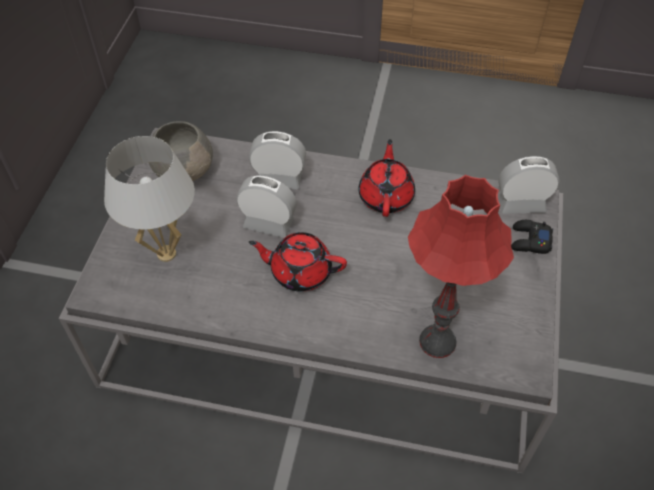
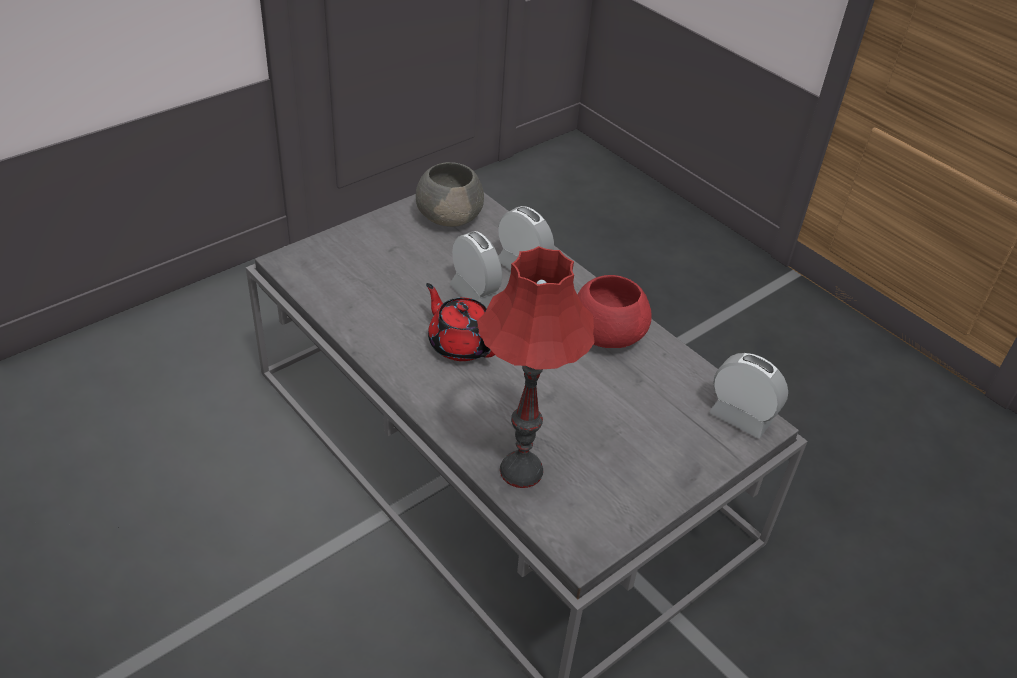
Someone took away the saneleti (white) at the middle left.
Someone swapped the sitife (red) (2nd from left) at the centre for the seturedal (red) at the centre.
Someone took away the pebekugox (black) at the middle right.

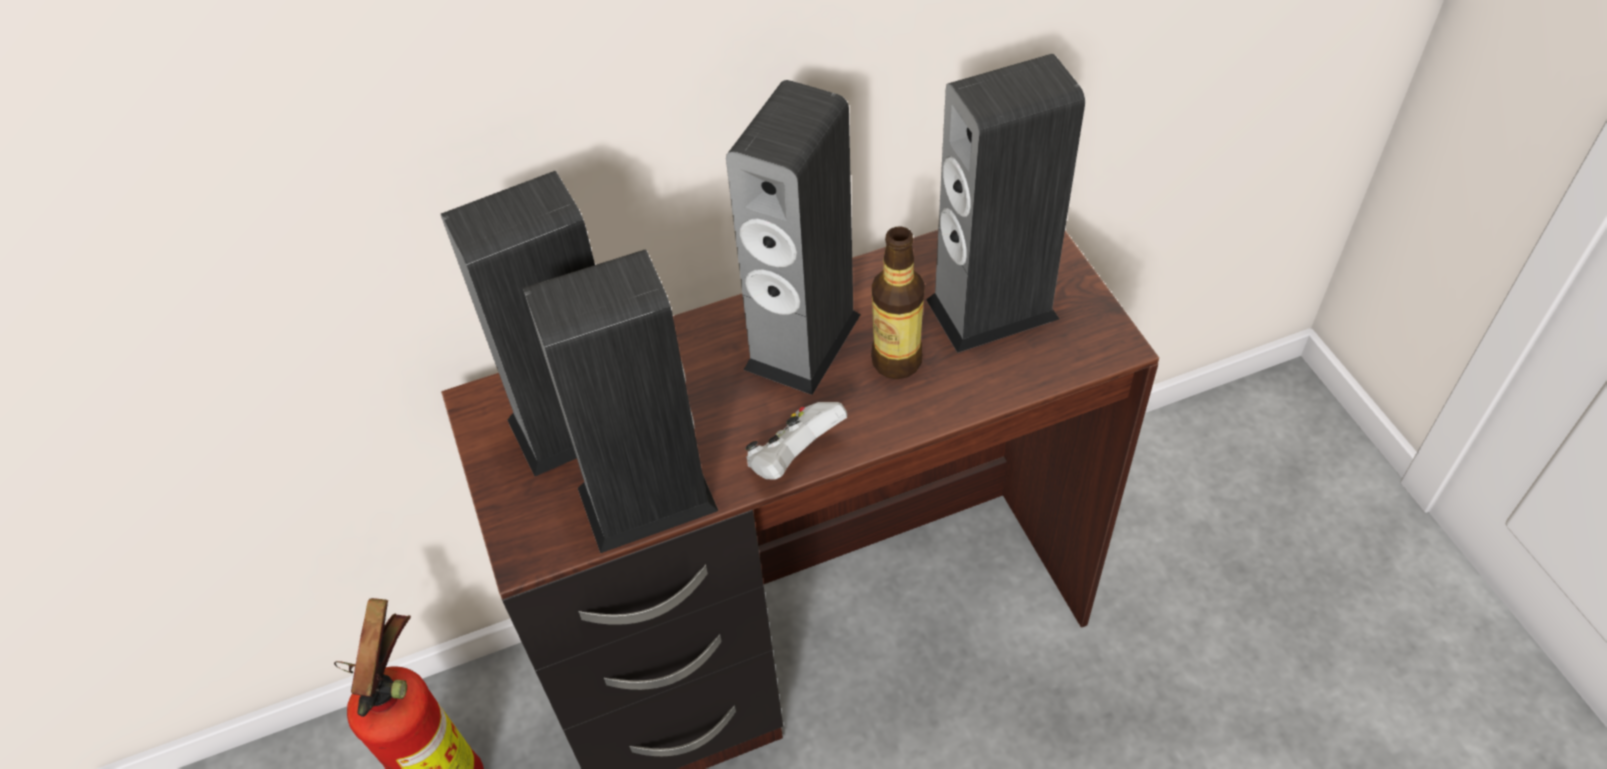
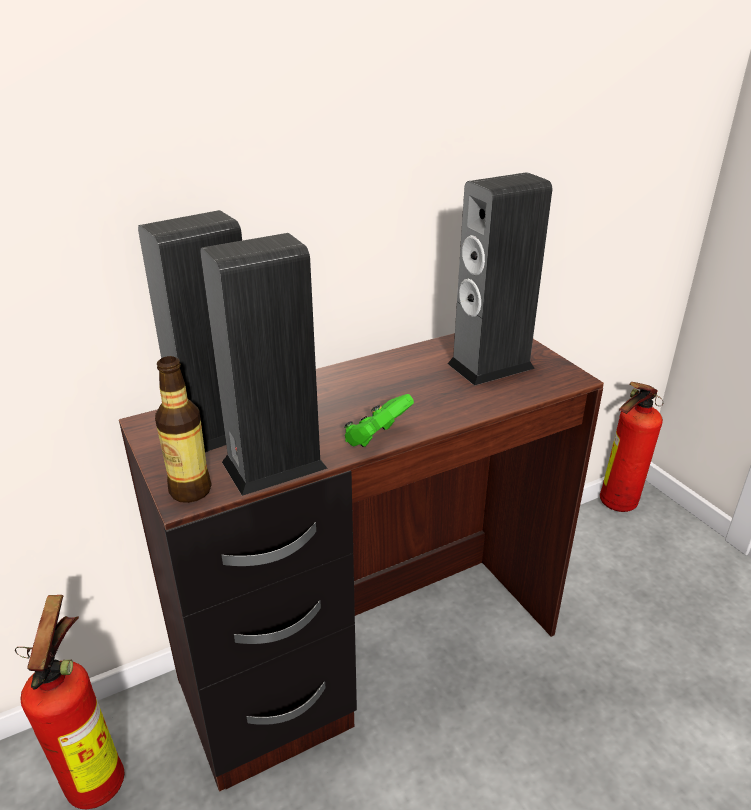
Someone took away the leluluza (3rd from left) at the top centre.
Someone carried the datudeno from the centre to the middle left.
Someone repainted the pebekugox (white) at the centre, which became the pebekugox (green) at the centre.
Someone put down the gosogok (2nd from left) at the middle right.

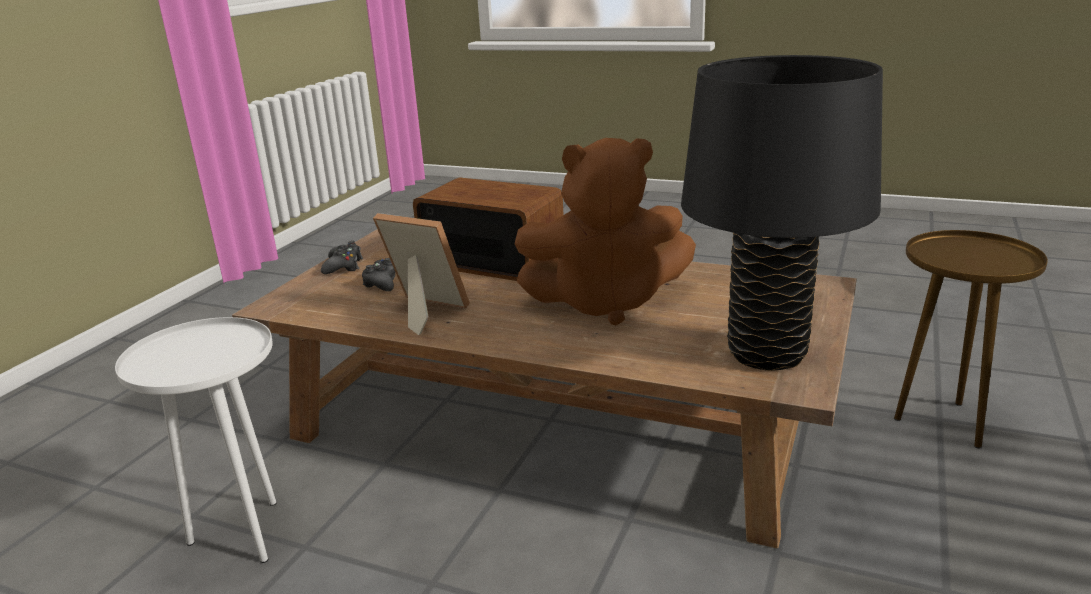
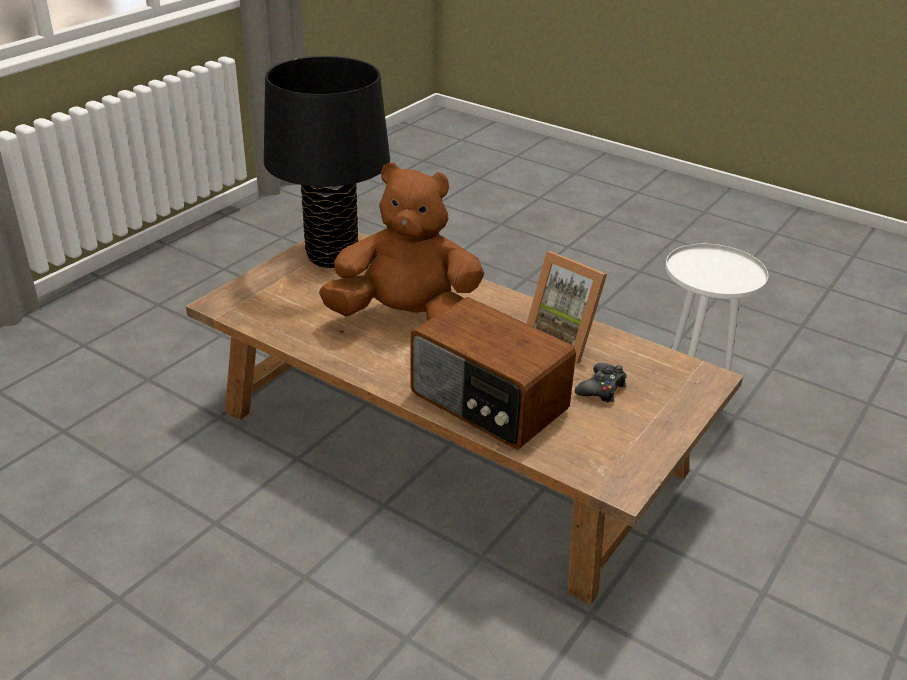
Someone took away the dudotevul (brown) at the middle right.
Someone took away the pebekugox (black) (1st from left) at the middle left.

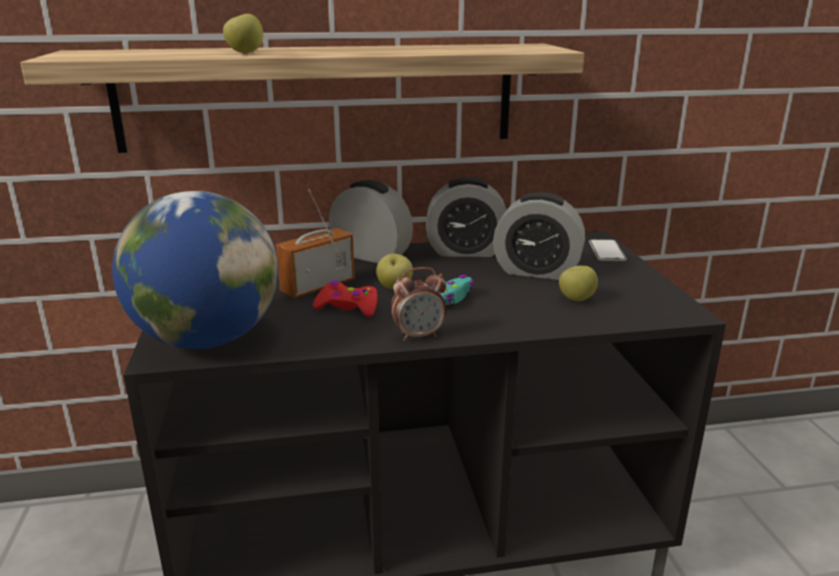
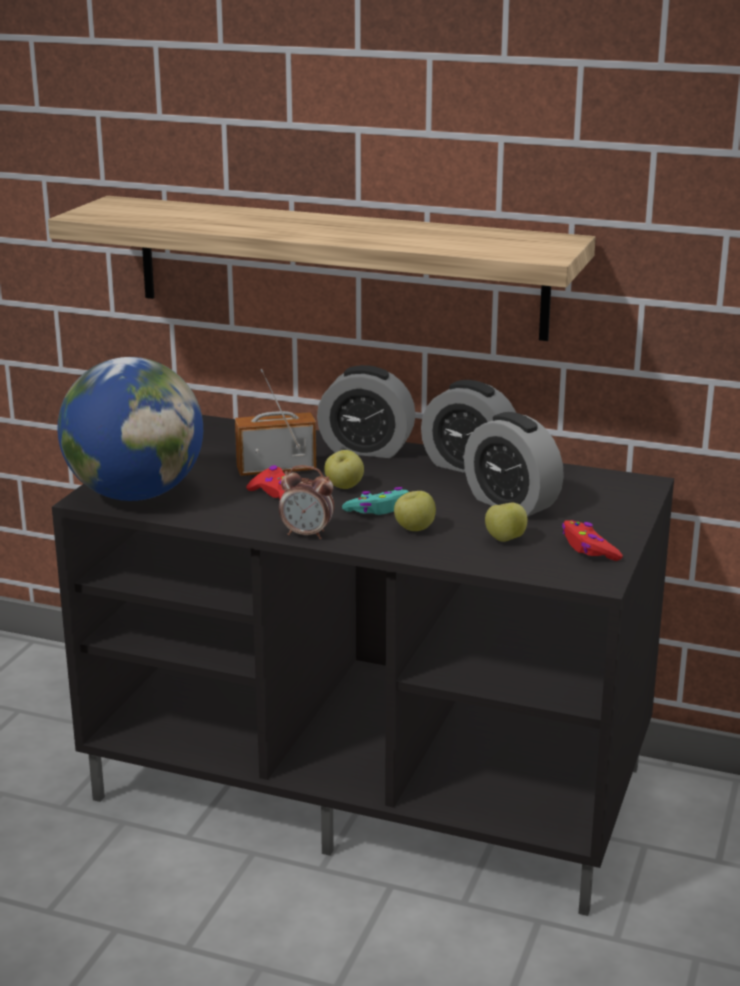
Someone carried the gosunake (1st from left in the first image) from the top left to the centre.
Someone rotated the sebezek (1st from left in the first image) at the centre by 135 degrees clockwise.
Someone took away the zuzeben at the middle right.
Someone put down the pebekugox (red) (2nd from left) at the middle right.

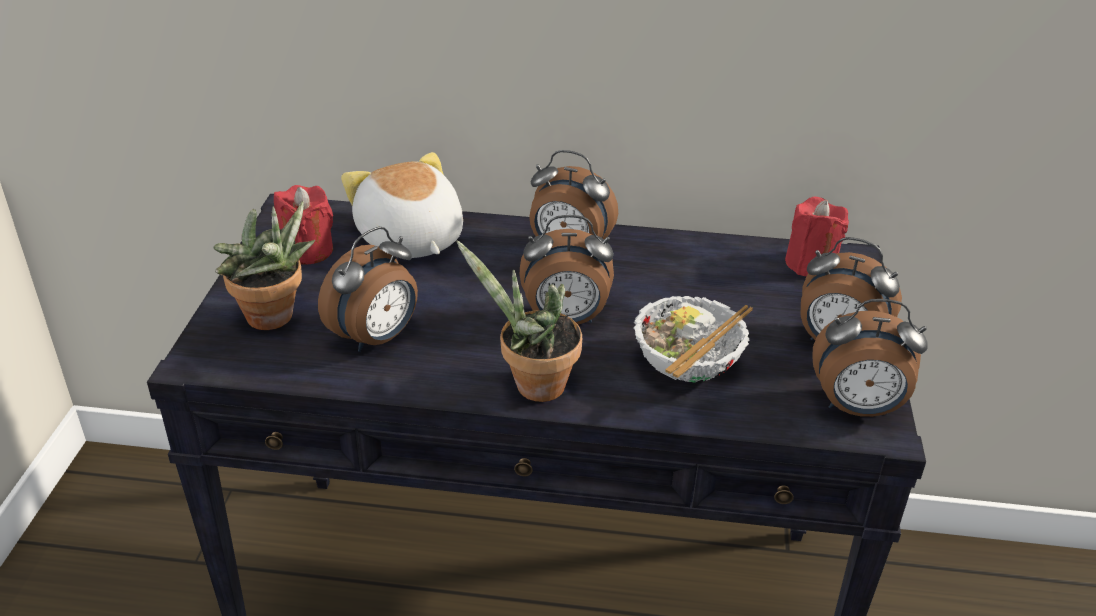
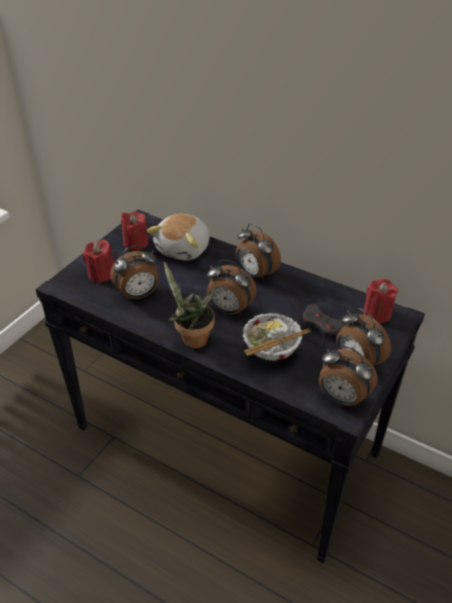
Someone rotated the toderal at the top centre by 150 degrees counterclockwise.
Someone swapped the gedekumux (1st from left) at the middle left for the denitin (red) (1st from left) at the middle left.
Someone put down the pebekugox (grey) at the middle right.

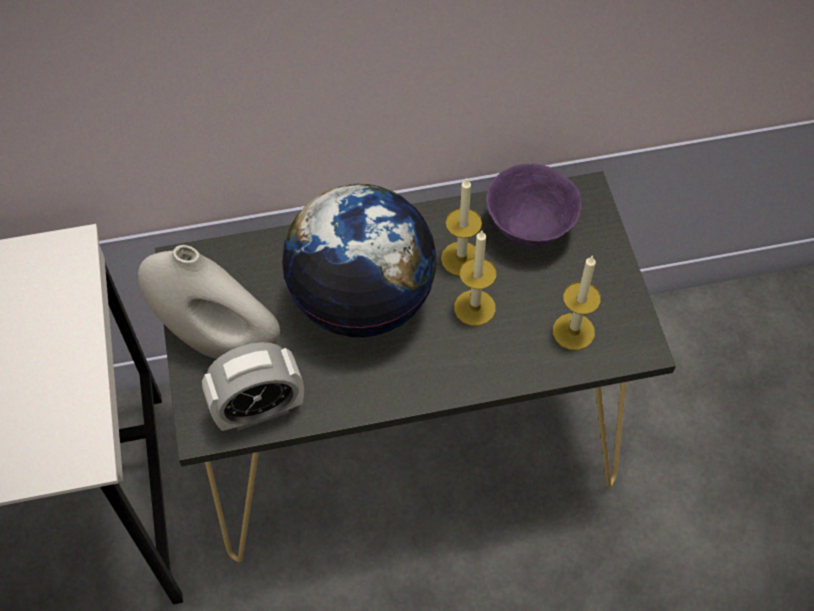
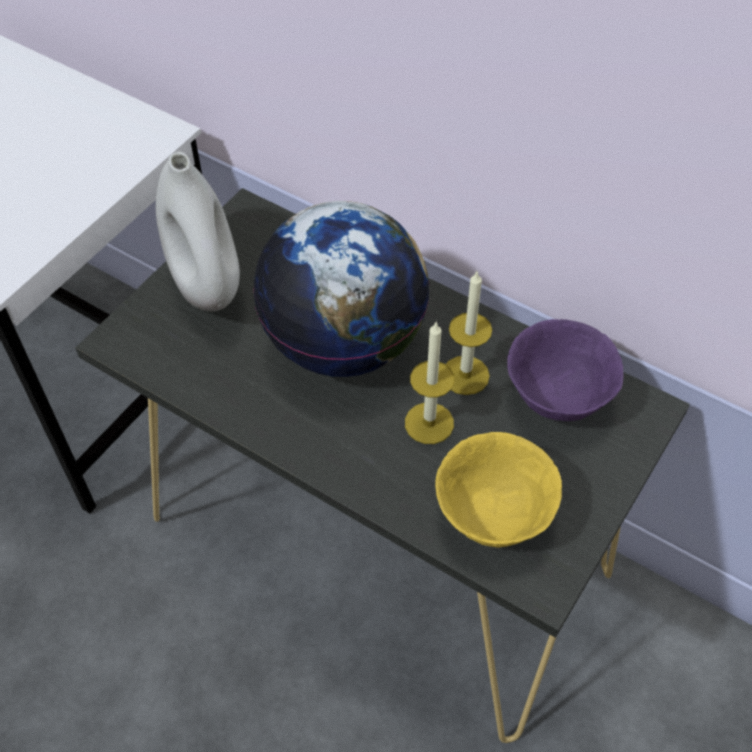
Someone swapped the denitin (3rd from left) at the middle right for the seturedal (yellow) at the centre.
Someone took away the sebezek at the middle left.

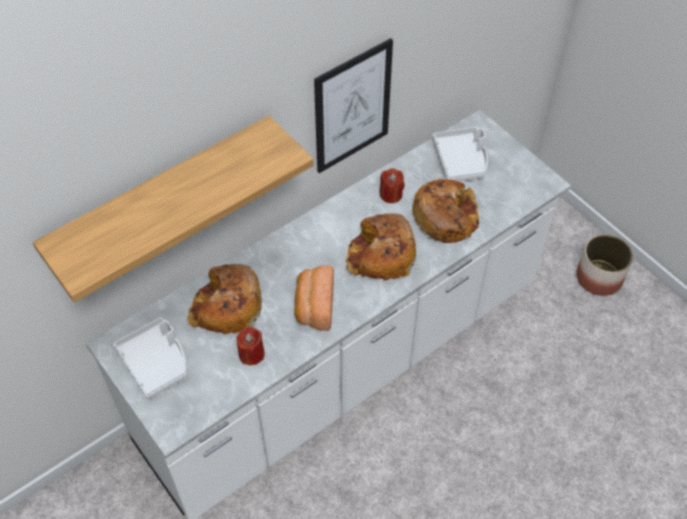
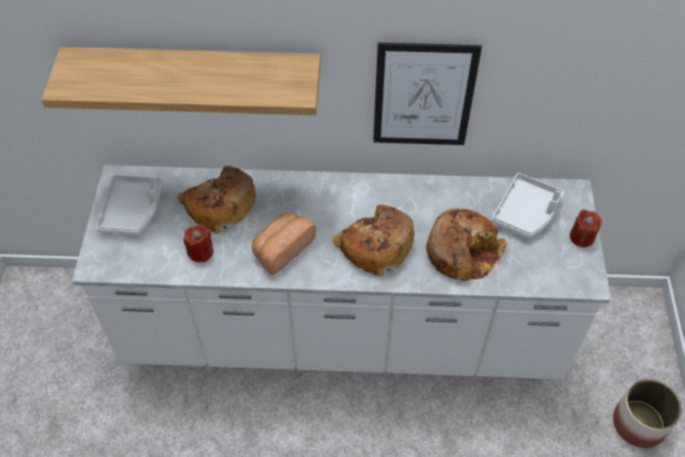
Someone carried the denitin (red) (2nd from left) from the centre to the middle right.

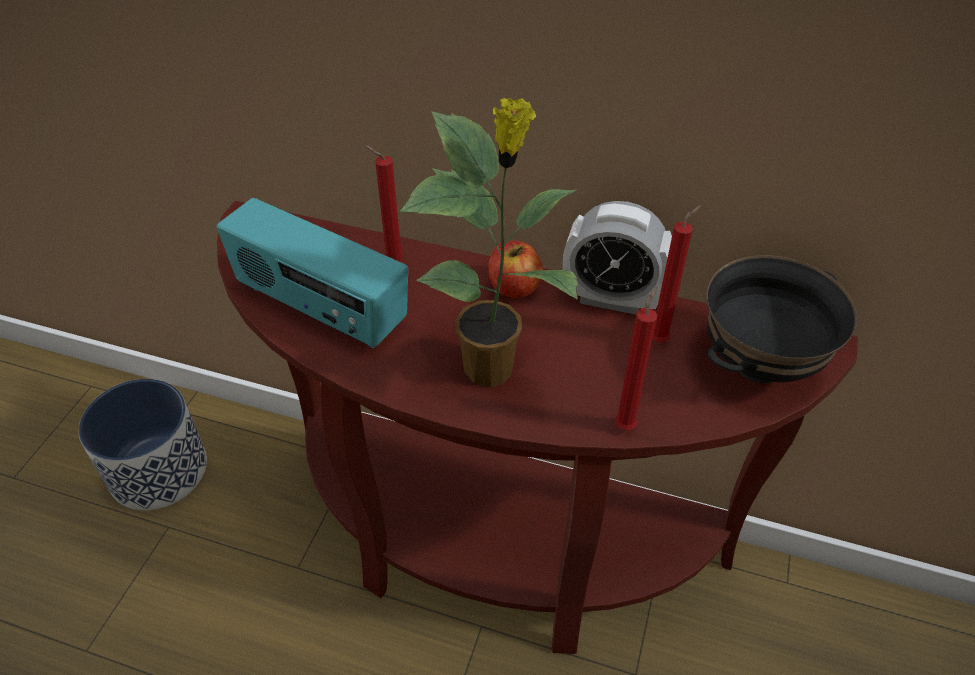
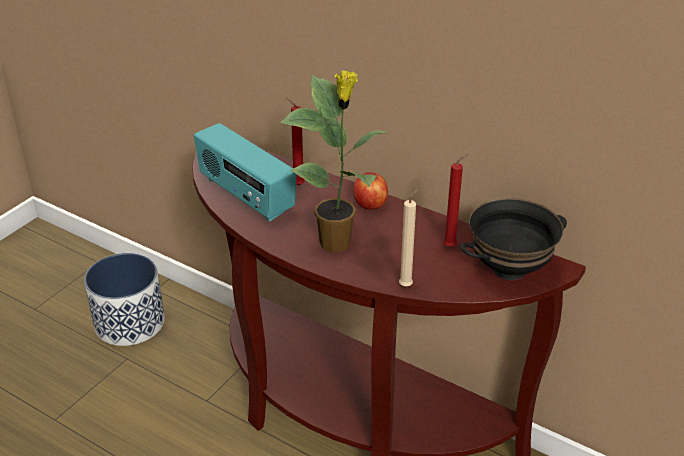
Someone took away the sebezek at the centre.
Someone repainted the denitin (red) (2nd from left) at the centre, which became the denitin (beige) at the centre.

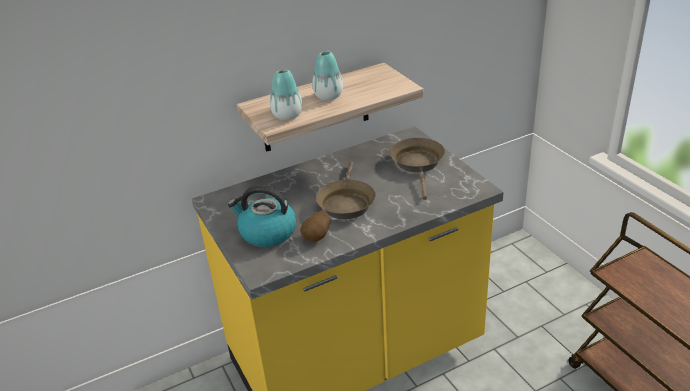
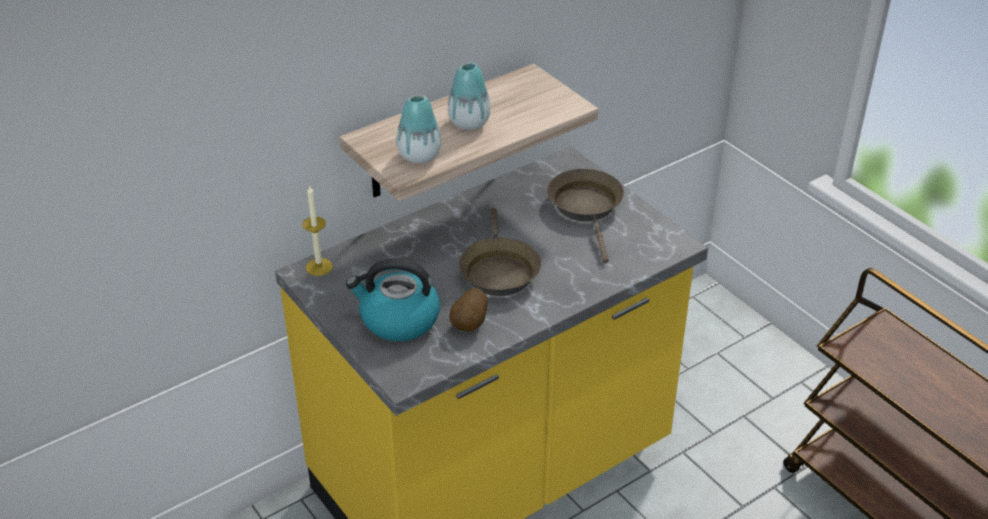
Someone put down the denitin at the middle left.

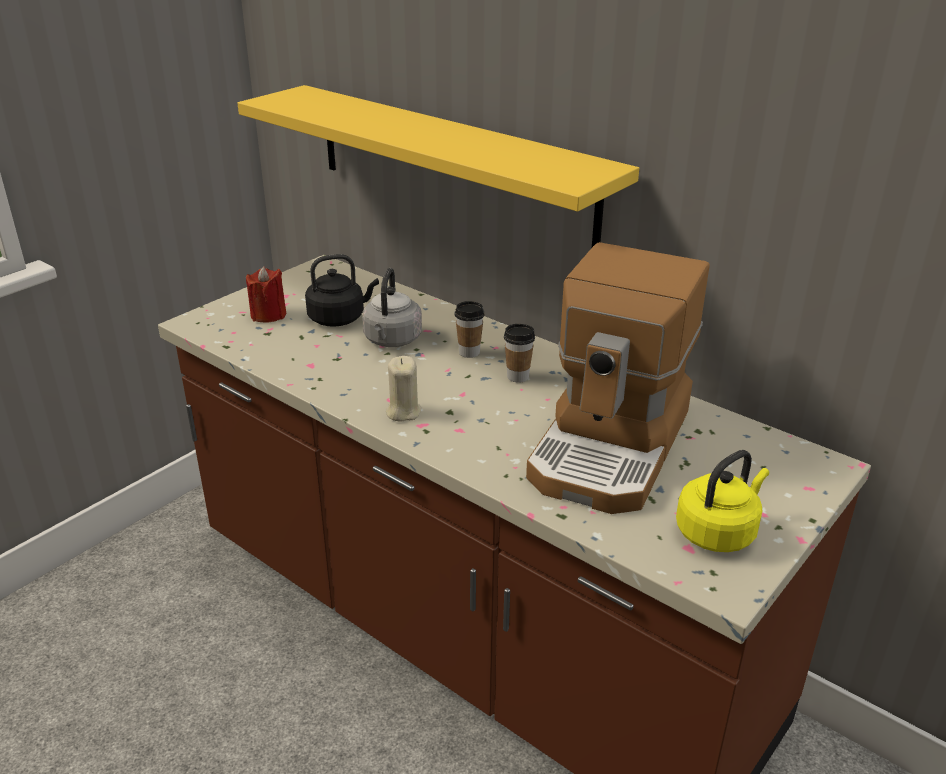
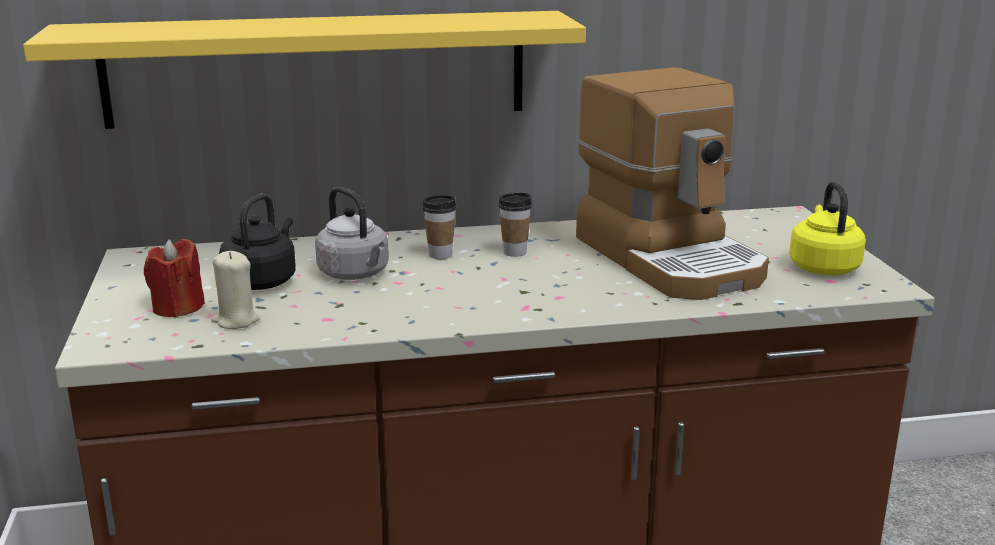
Someone carried the denitin (beige) from the centre to the middle left.

